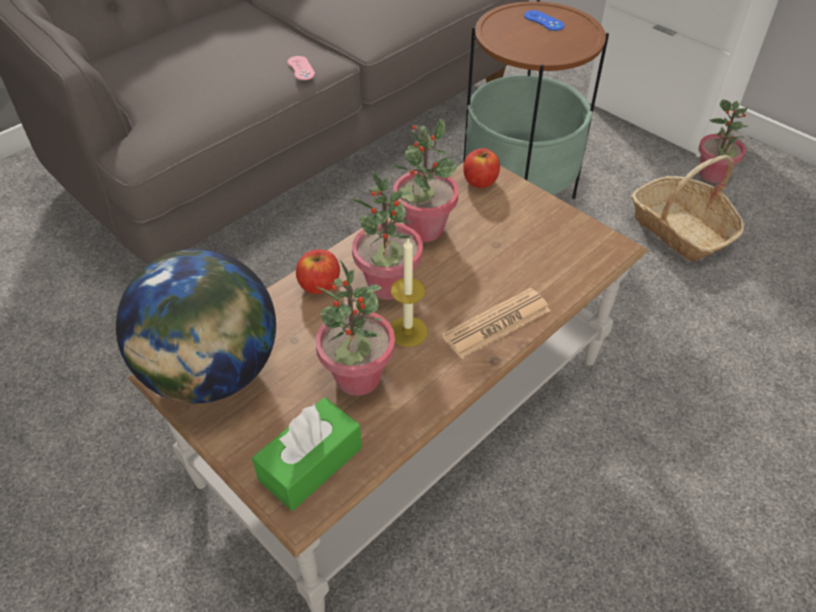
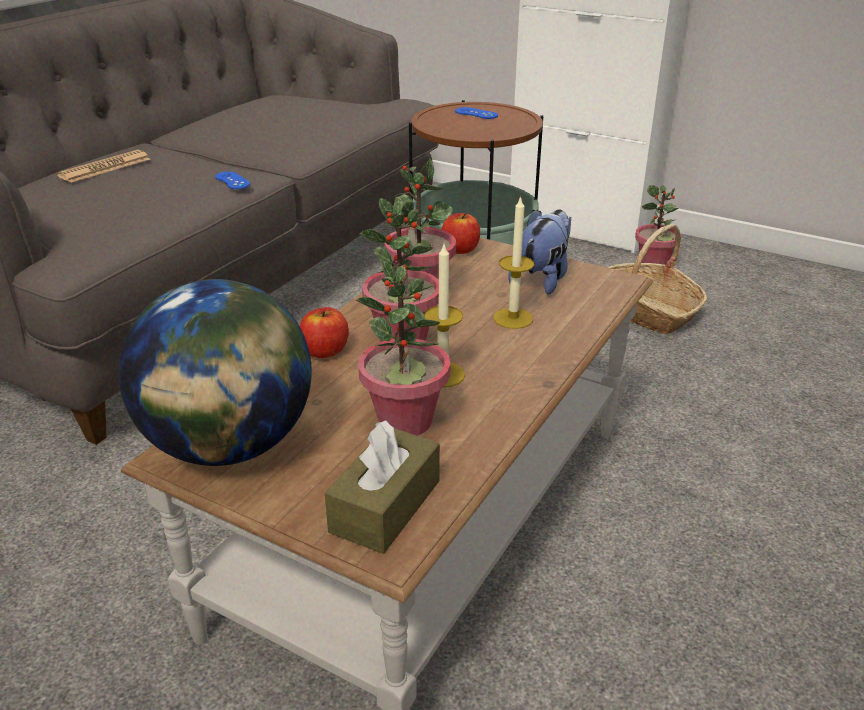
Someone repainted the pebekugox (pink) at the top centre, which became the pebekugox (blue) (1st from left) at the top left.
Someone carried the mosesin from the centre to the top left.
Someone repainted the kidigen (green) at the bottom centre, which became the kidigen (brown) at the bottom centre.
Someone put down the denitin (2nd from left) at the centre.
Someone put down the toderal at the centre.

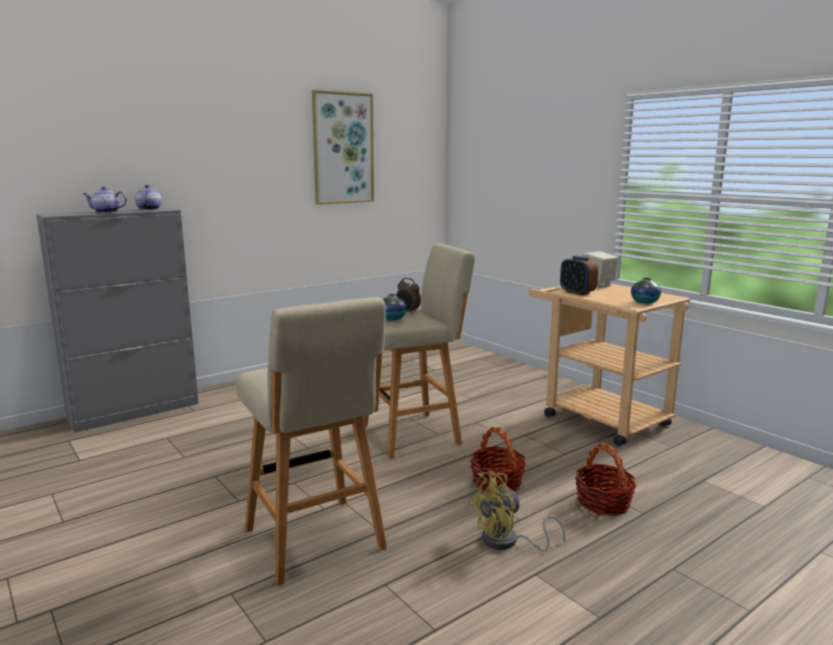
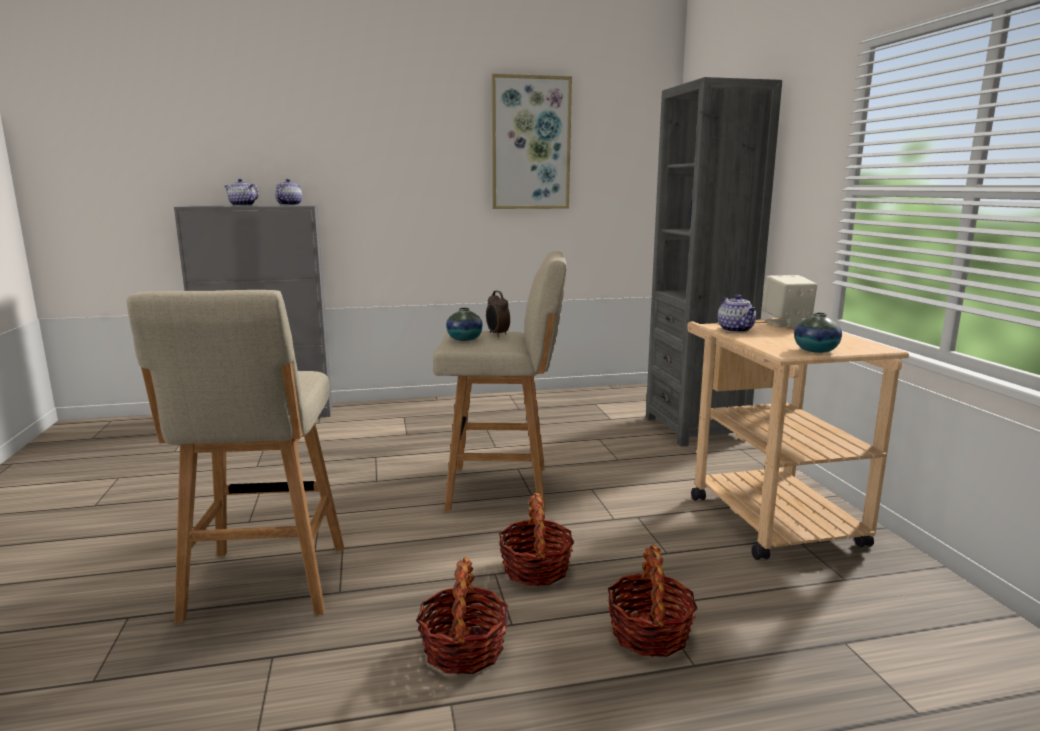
Someone swapped the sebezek (2nd from left) at the middle right for the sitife (3rd from left) at the middle right.
Someone swapped the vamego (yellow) at the bottom centre for the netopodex (1st from left) at the bottom centre.
Someone put down the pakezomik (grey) at the middle right.

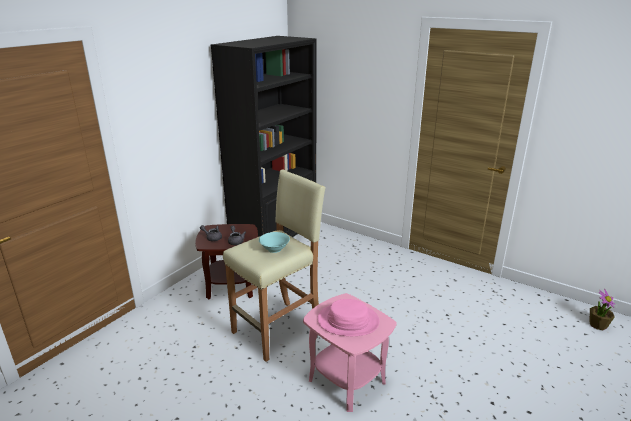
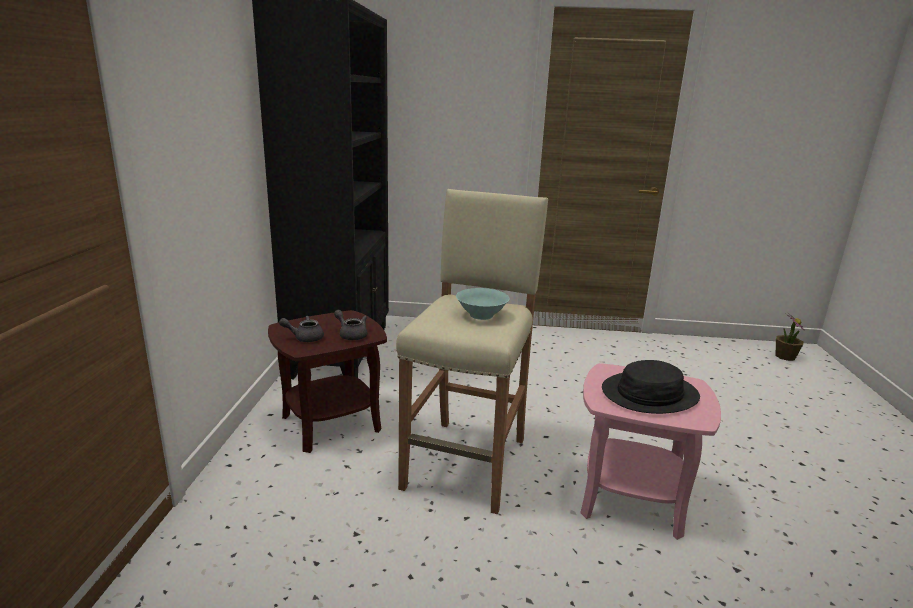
Someone repainted the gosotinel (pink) at the bottom centre, which became the gosotinel (black) at the middle right.

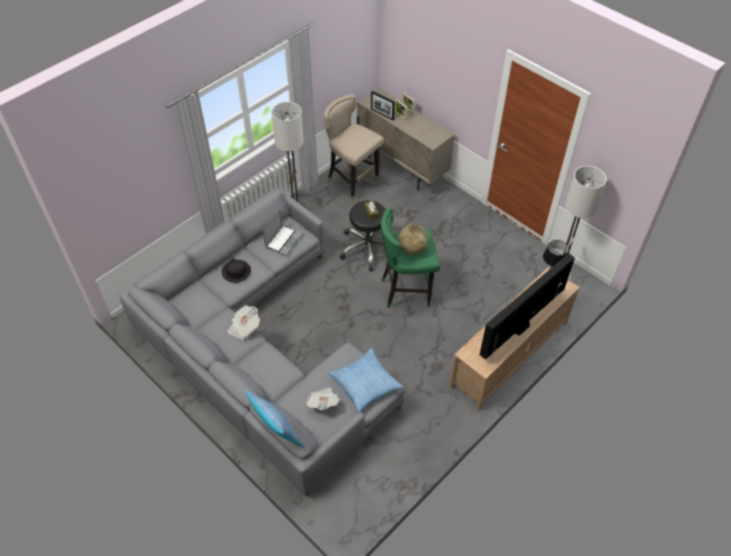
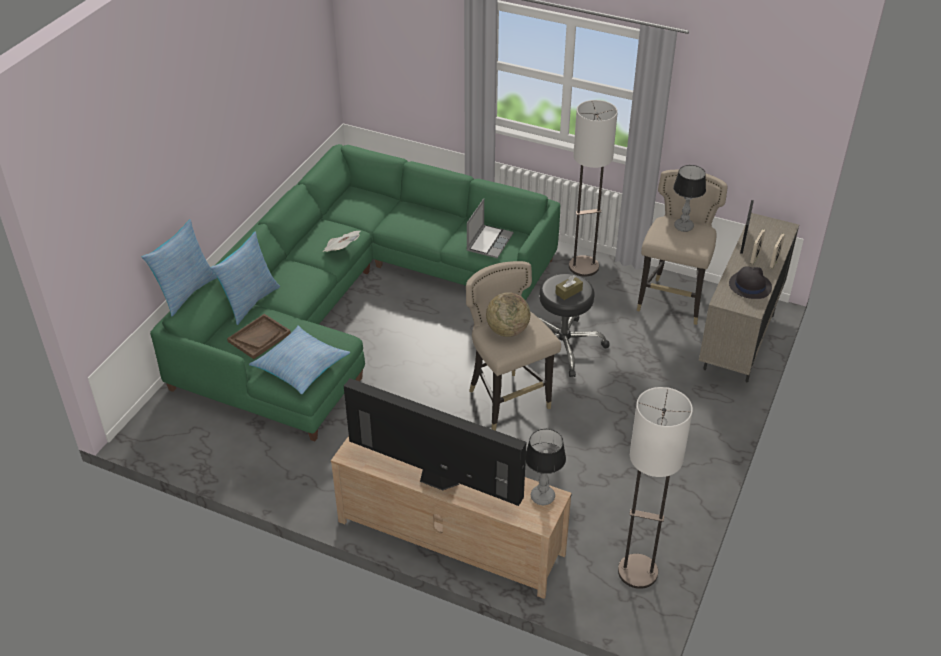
Someone repainted the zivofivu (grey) at the centre, which became the zivofivu (green) at the centre.
Someone rotated the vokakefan at the centre by 75 degrees counterclockwise.
Someone repainted the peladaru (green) at the centre, which became the peladaru (beige) (1st from left) at the centre.
Someone carried the gosotinel (black) from the middle left to the middle right.
Someone swapped the mosesin (2nd from left) at the bottom centre for the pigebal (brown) at the middle left.
Someone put down the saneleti (2nd from left) at the top right.
Someone put down the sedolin (2nd from left) at the middle left.

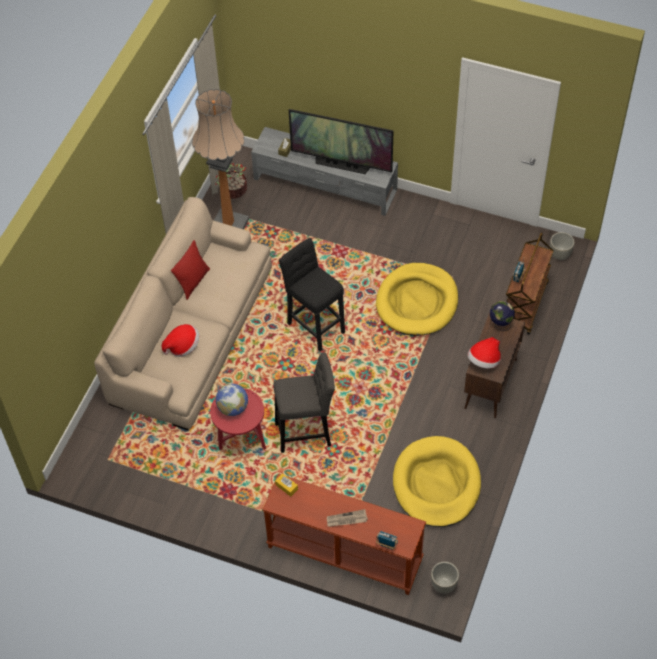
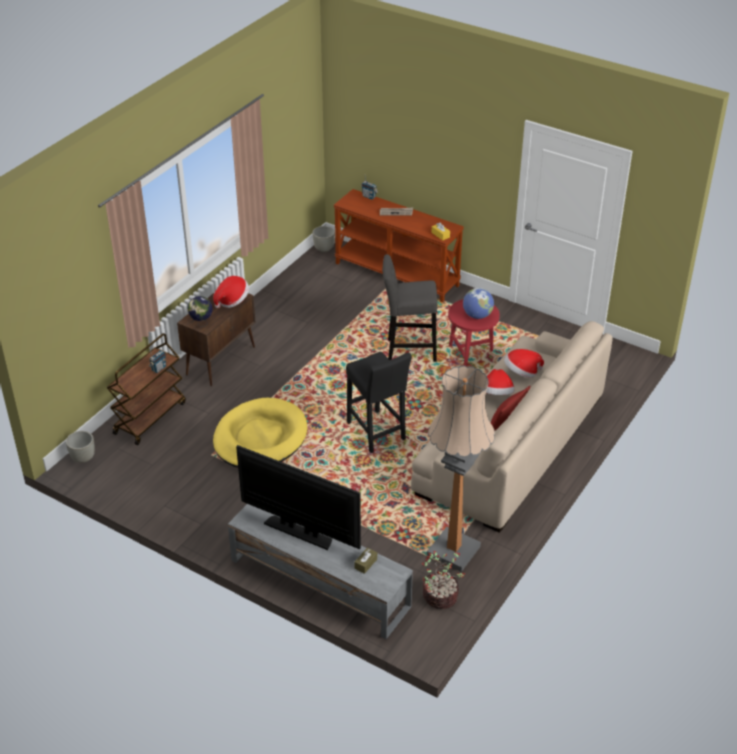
Someone took away the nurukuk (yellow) (2nd from left) at the bottom centre.
Someone put down the gosotinel (2nd from left) at the middle right.

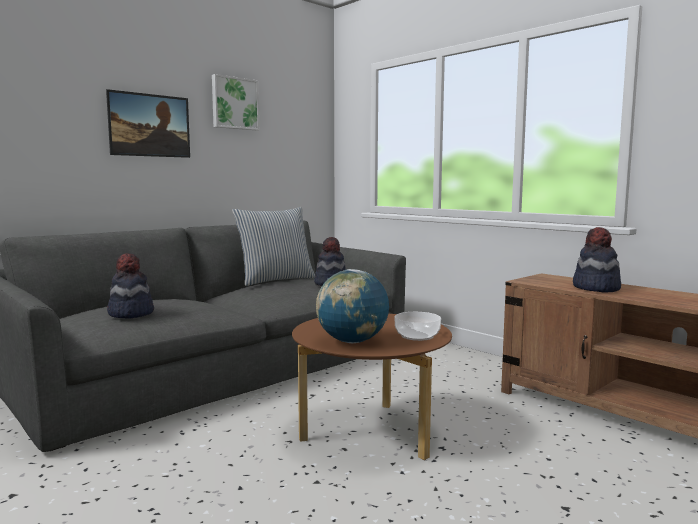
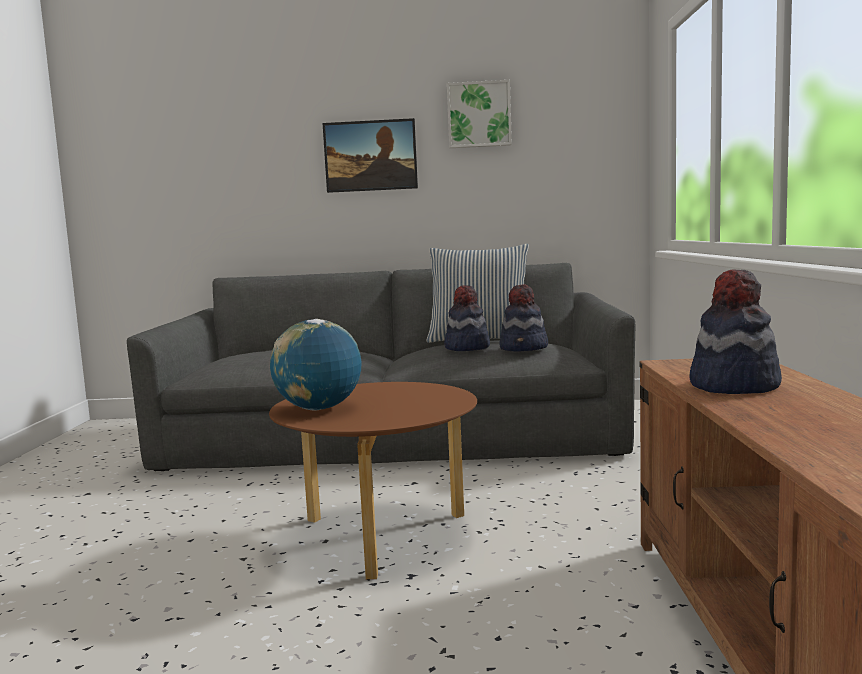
Someone carried the gosotinel (1st from left) from the middle left to the centre.
Someone took away the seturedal at the centre.

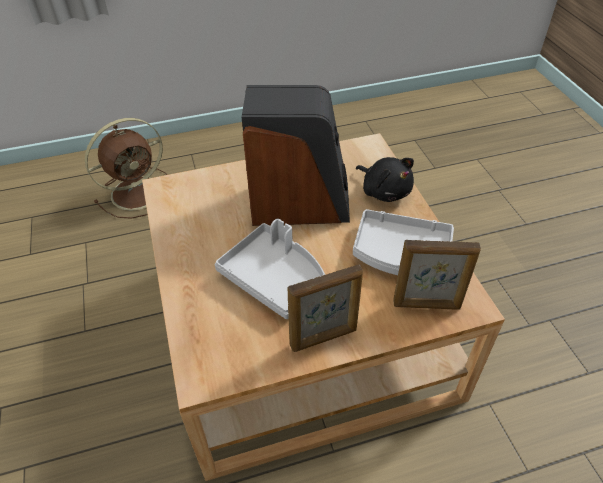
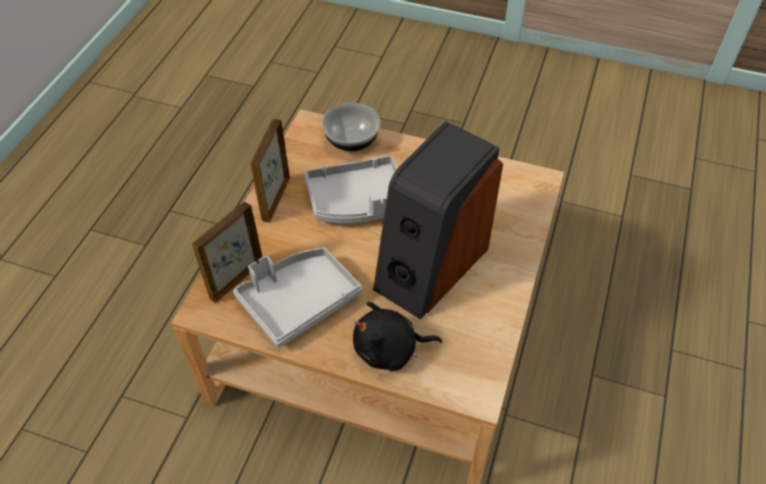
Someone took away the vamego (brown) at the middle left.
Someone put down the seturedal at the top centre.

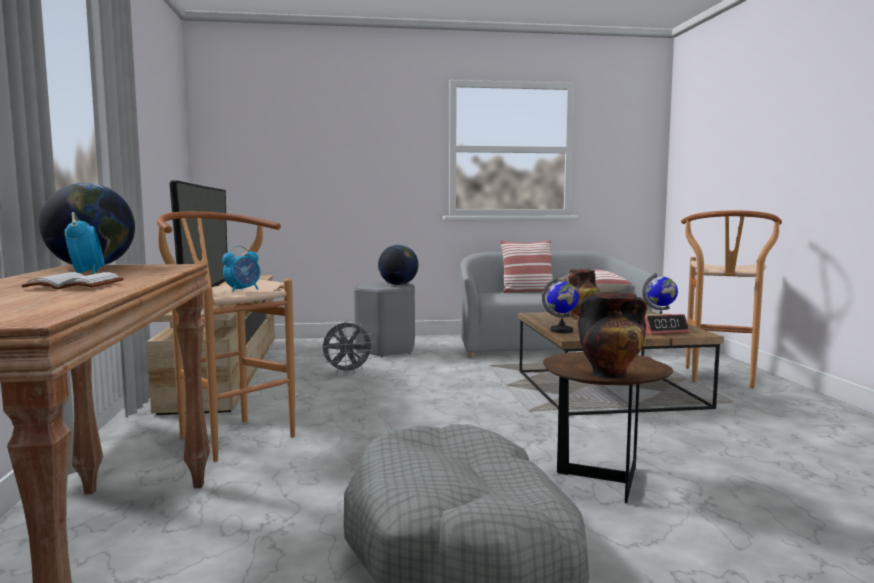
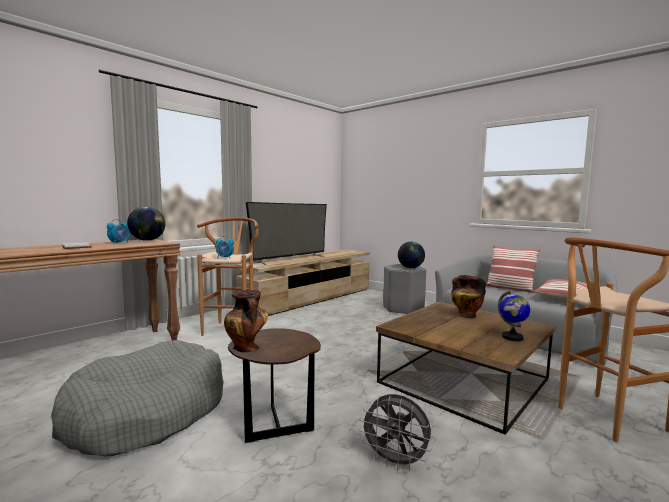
Someone took away the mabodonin (3rd from left) at the centre.
Someone took away the sebezek (3rd from left) at the middle right.
Someone carried the vamego (grey) from the centre to the bottom centre.

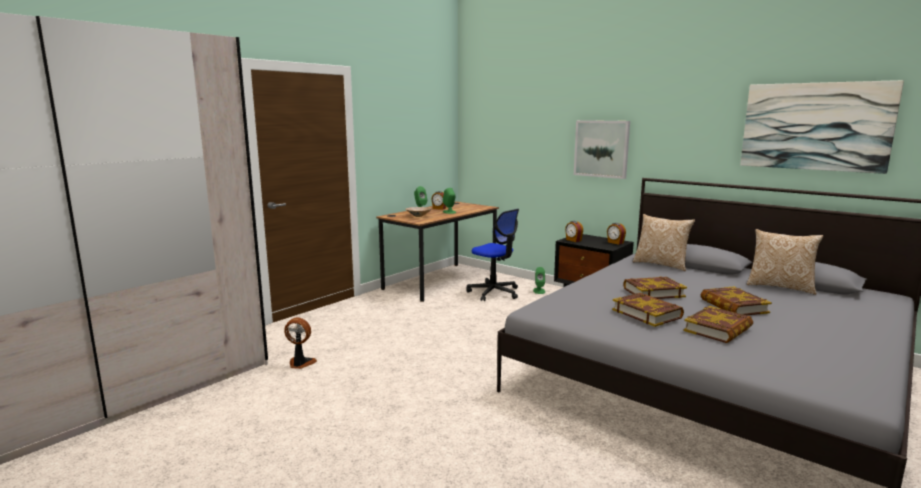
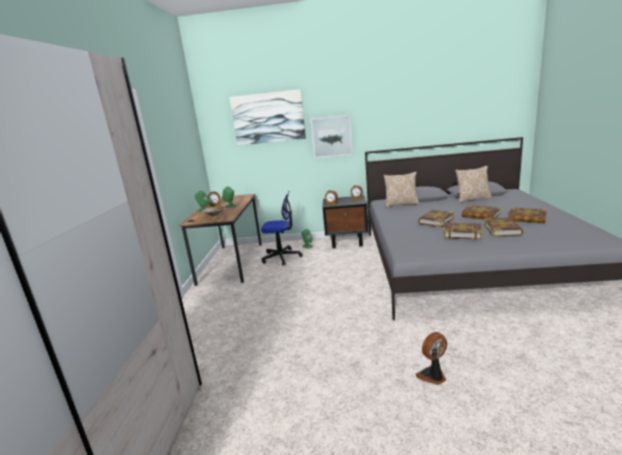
Someone carried the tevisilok (2nd from left in the first image) from the top right to the top centre.
Someone carried the vamego from the bottom left to the bottom right.
Someone put down the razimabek (5th from left) at the middle right.

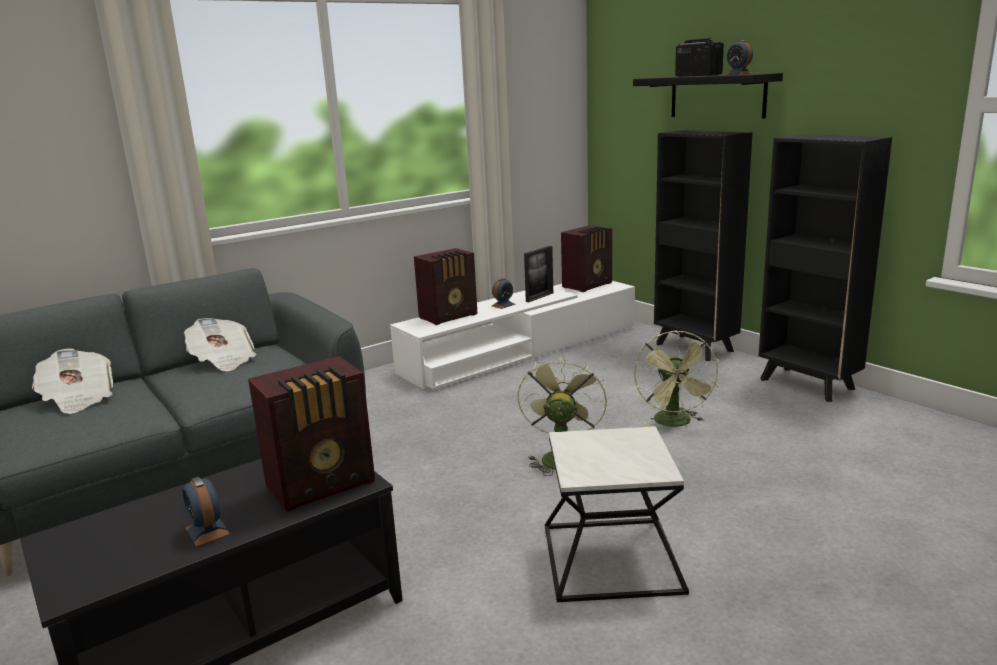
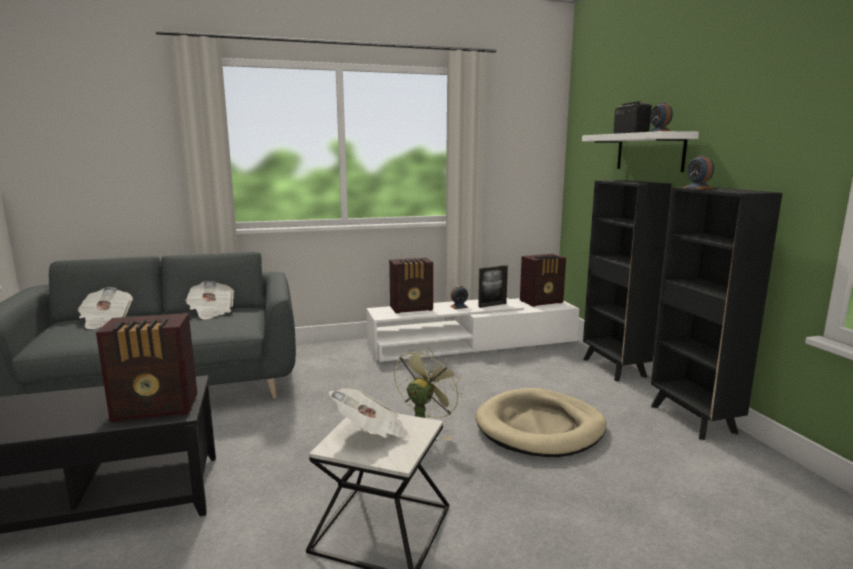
Someone repainted the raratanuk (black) at the top right, which became the raratanuk (white) at the top right.
Someone swapped the vamego (green) (2nd from left) at the middle right for the nurukuk (beige) at the bottom centre.
Someone carried the sebezek (1st from left in the first image) from the bottom left to the top right.
Someone put down the mosesin (3rd from left) at the bottom centre.

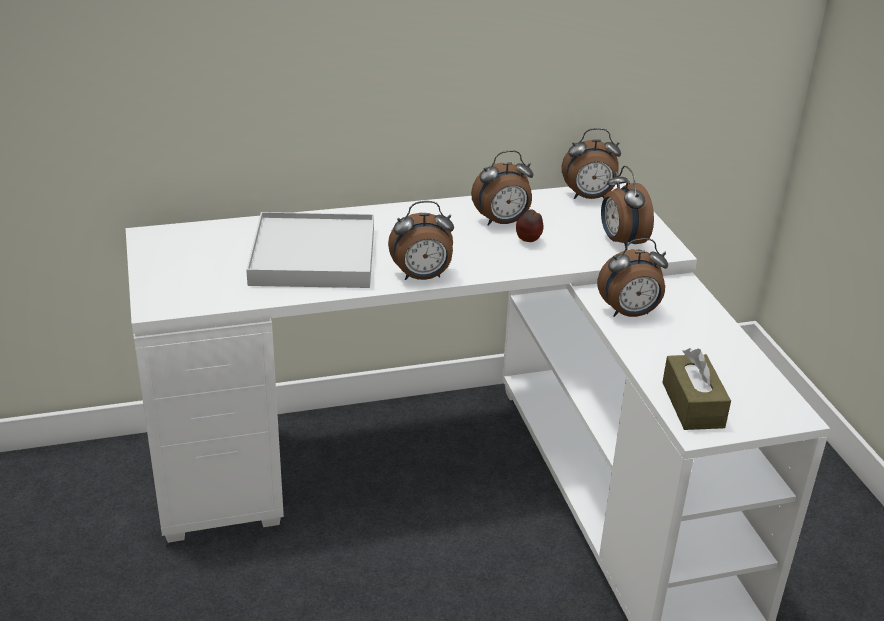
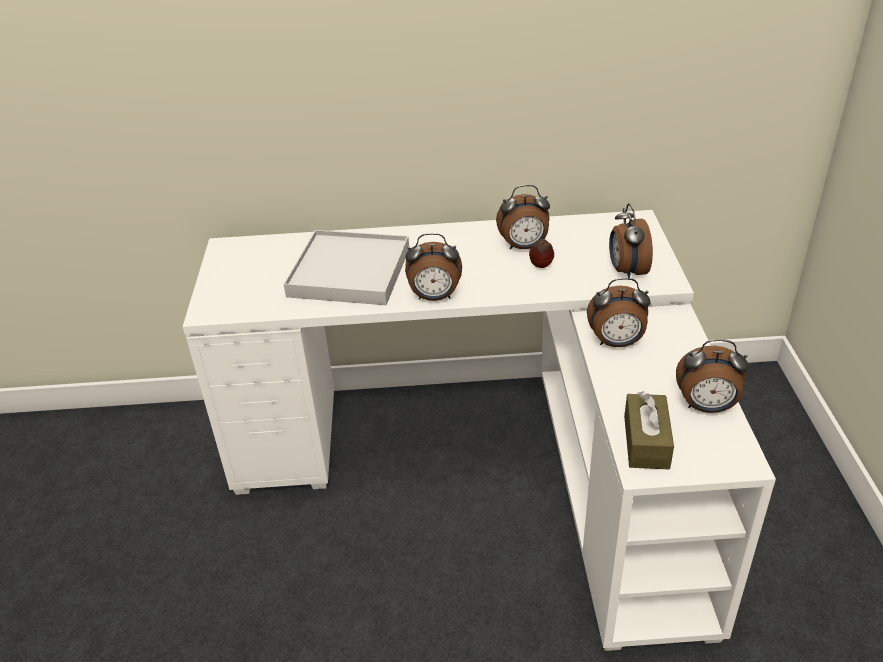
Someone carried the sebezek (3rd from left in the first image) from the top right to the middle right.

